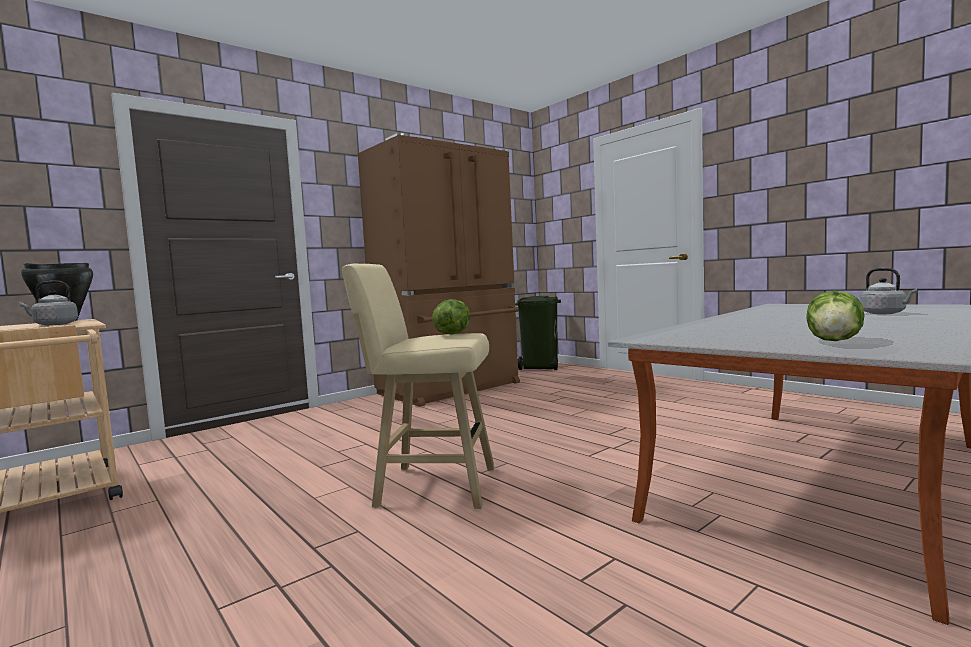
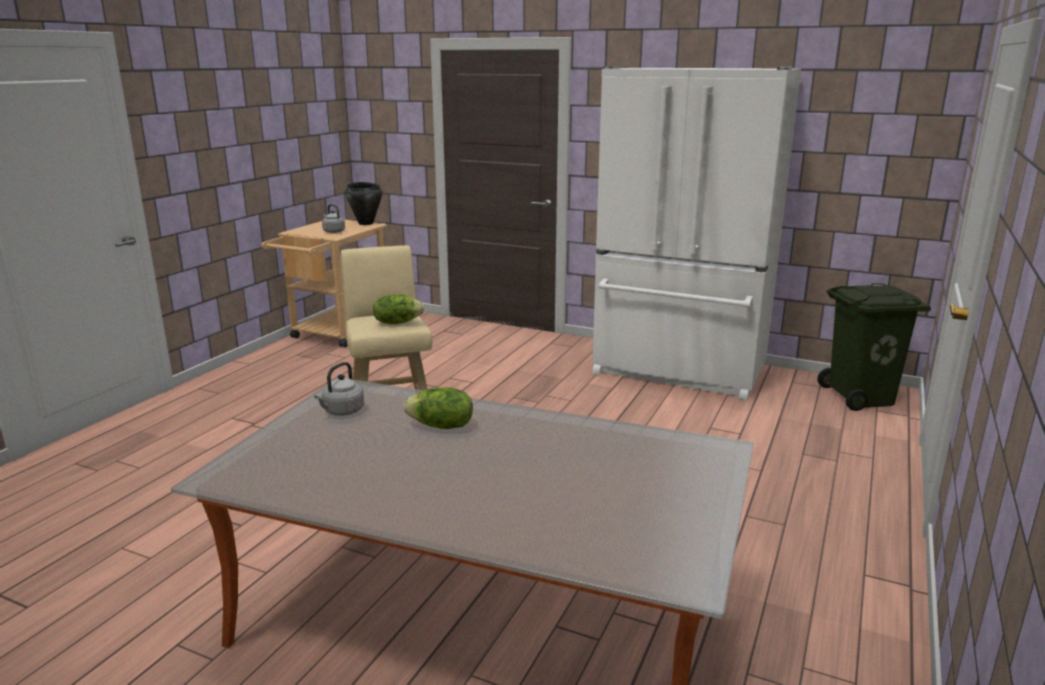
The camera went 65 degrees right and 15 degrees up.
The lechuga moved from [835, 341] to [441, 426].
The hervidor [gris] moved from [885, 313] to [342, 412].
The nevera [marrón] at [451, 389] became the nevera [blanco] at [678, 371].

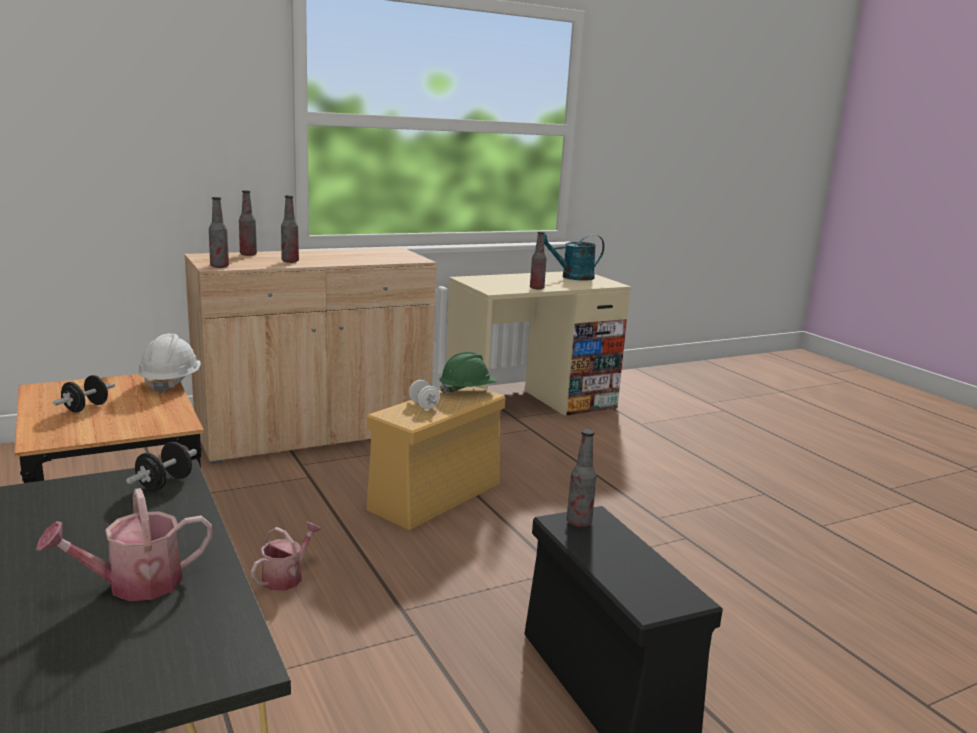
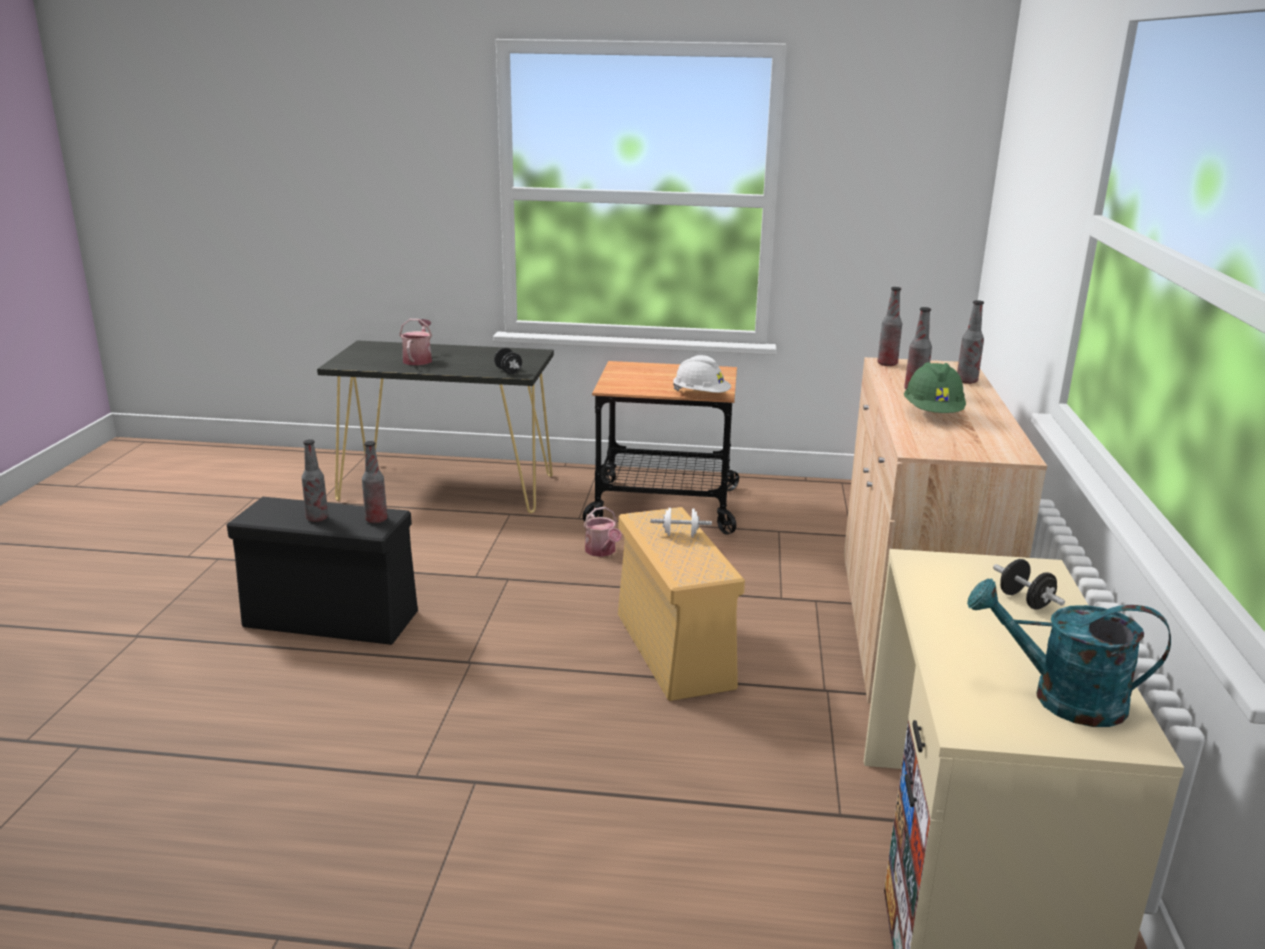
The camera went 125 degrees right and 5 degrees up.
The mancuerna [negro] moved from [86, 408] to [1025, 601].
The casco [verde] moved from [466, 390] to [933, 414].
The botella moved from [537, 288] to [317, 518].
The regadera [turquesa] at [571, 277] turned 90 degrees counterclockwise.

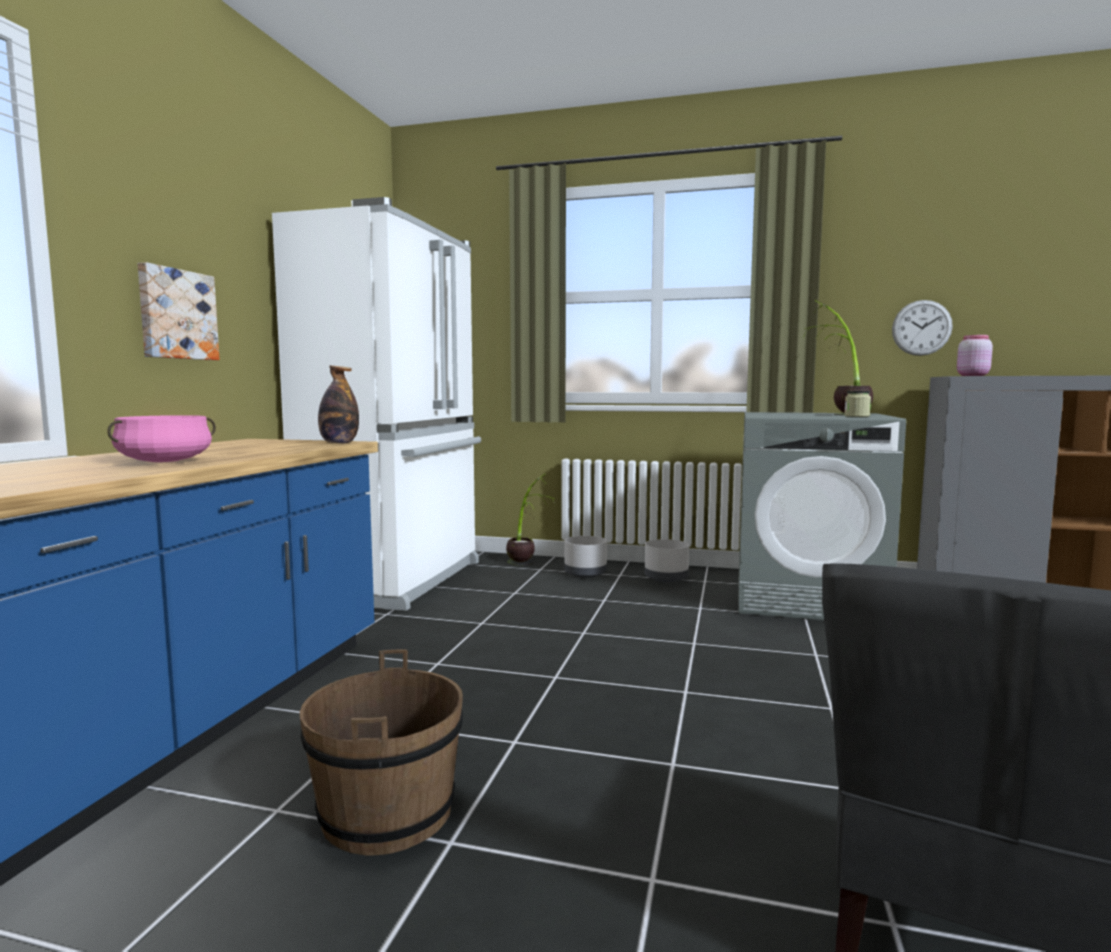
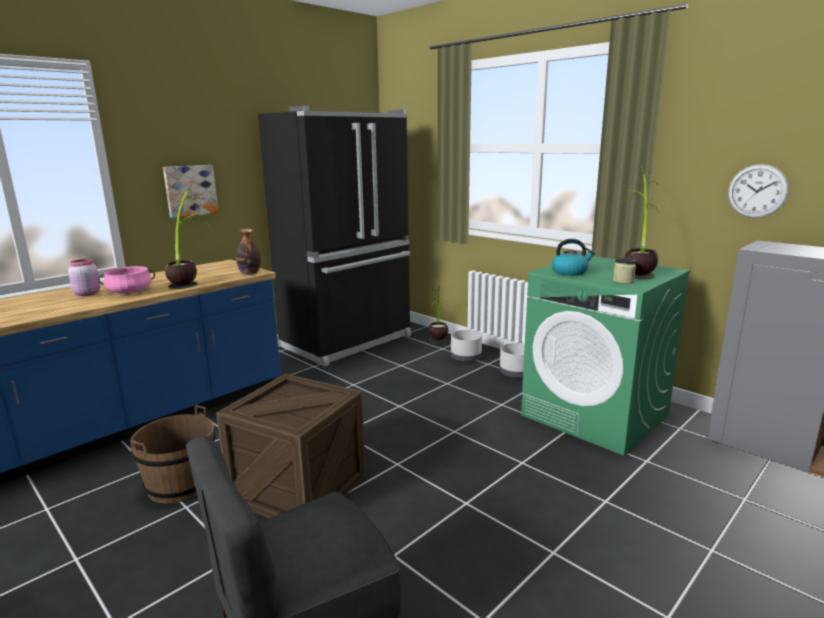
The camera went 30 degrees right and 10 degrees up.
The planta en maceta at [191, 281] appeared.
The caja de embalaje at [299, 488] appeared.
The hervidor at [570, 272] appeared.
The tarro [rosa] moved from [971, 375] to [87, 293].
The nevera [blanco] at [398, 580] became the nevera [negro] at [349, 342].
The lavadora [gris] at [808, 599] became the lavadora [verde] at [595, 415].

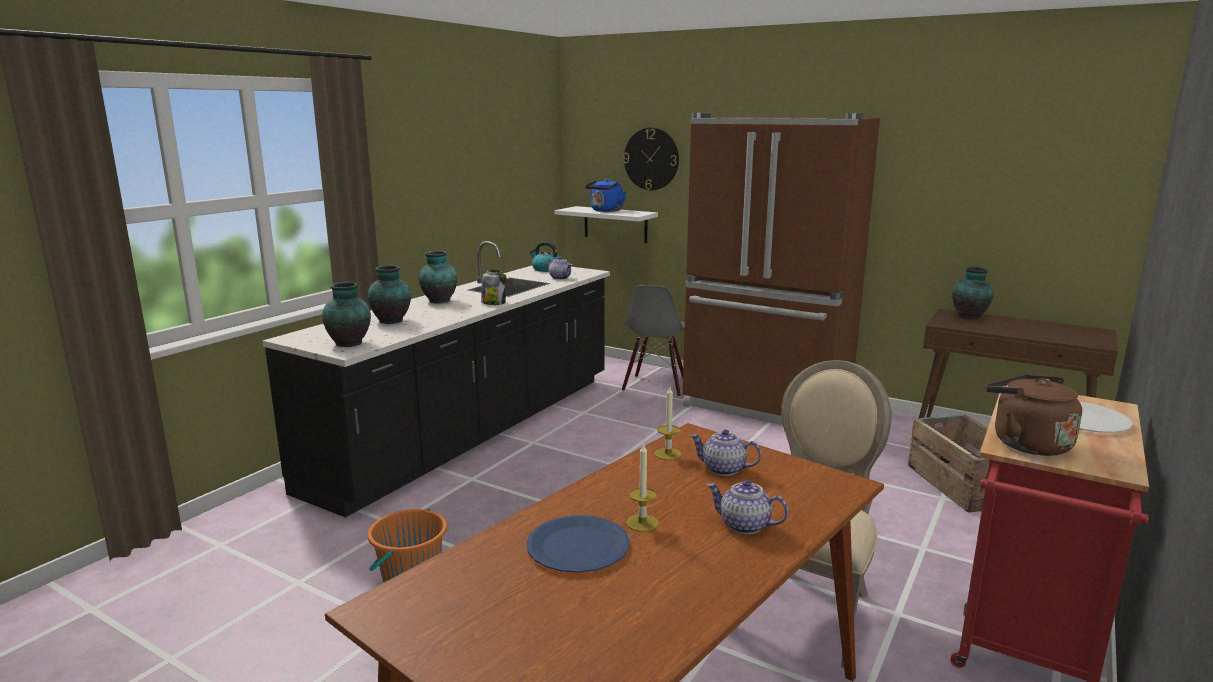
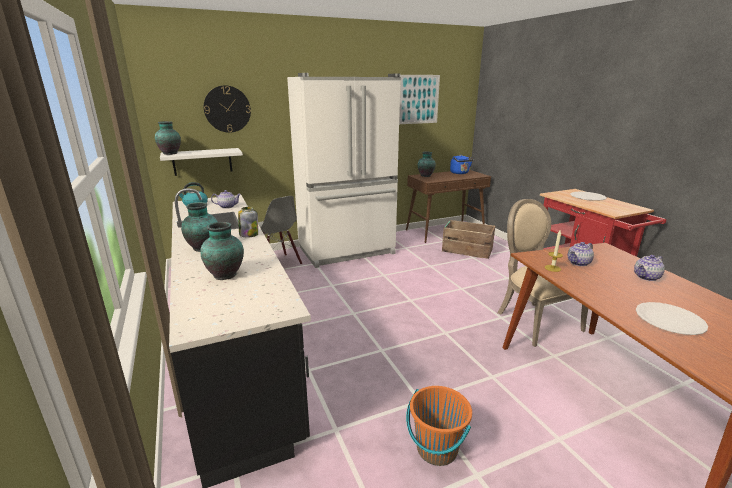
The camera went 55 degrees left and 5 degrees up.
The vela at [642, 523] disappeared.
The hervidor [marrón] at [1026, 443] disappeared.
The cuadro at [418, 99] appeared.
The florero moved from [350, 343] to [171, 153].
The hervidor [azul] moved from [605, 211] to [460, 173].
The plato [azul] at [578, 546] became the plato [blanco] at [669, 320].
The nevera [marrón] at [765, 407] became the nevera [blanco] at [347, 251].

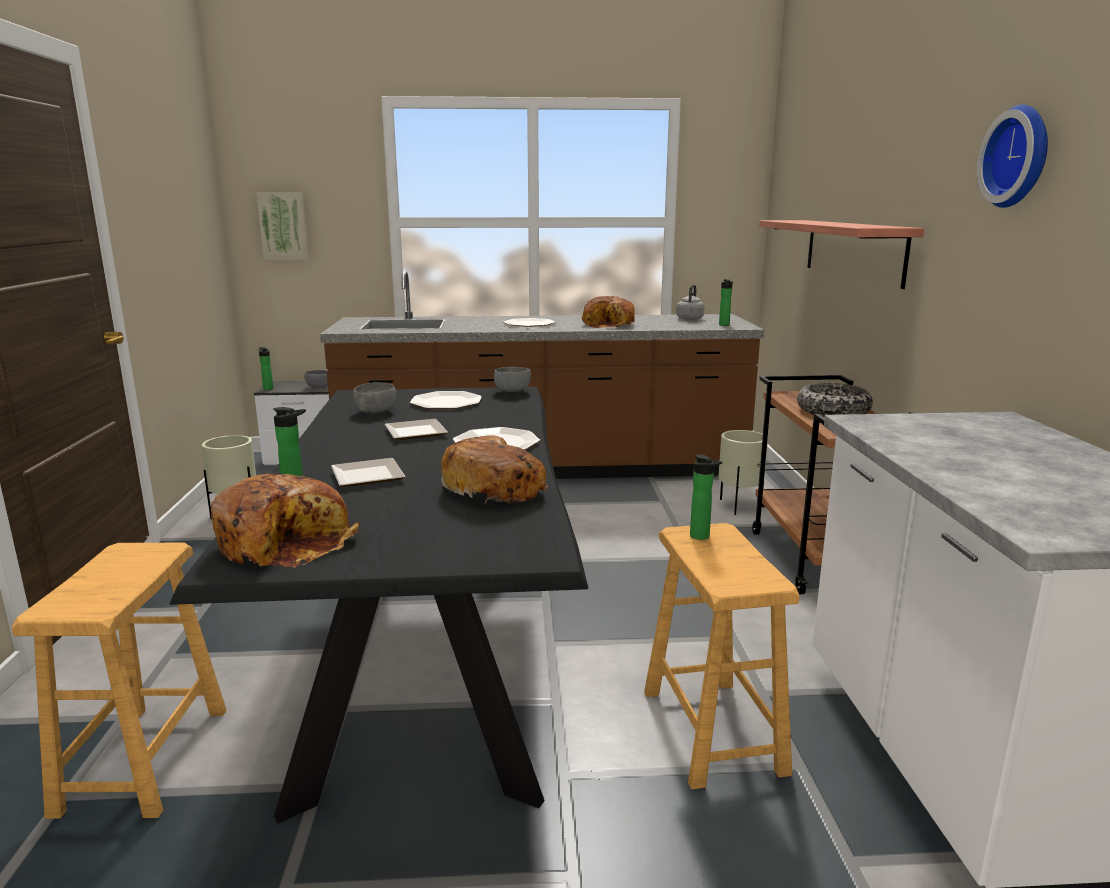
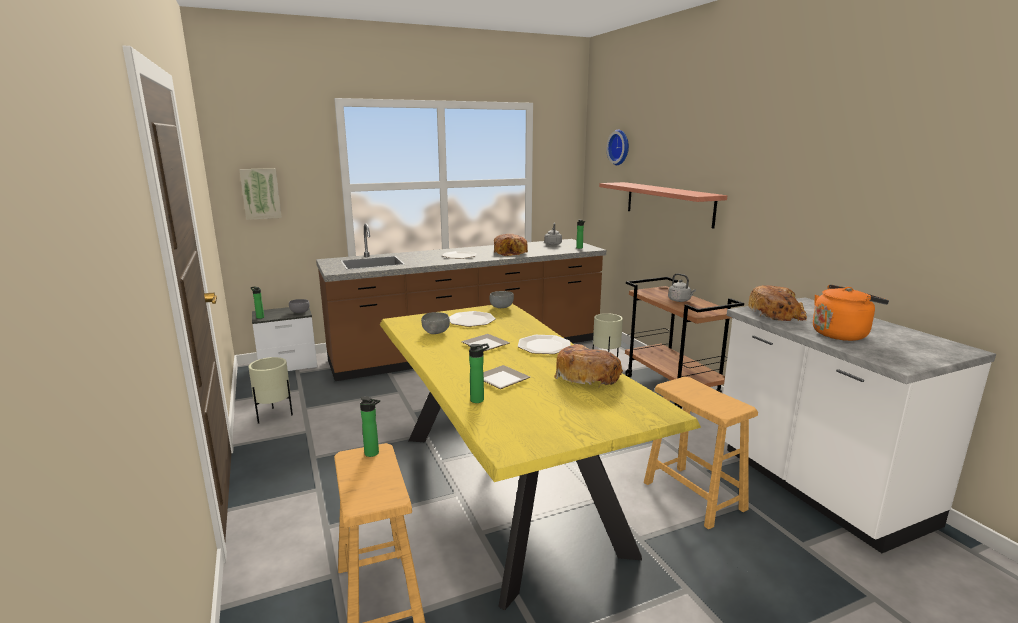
The camera went 20 degrees left and 0 degrees up.
The hervidor [naranja] at [841, 334] appeared.
The pan moved from [286, 541] to [777, 314].
The botella moved from [702, 537] to [373, 454].
The reloj de pared moved from [1020, 157] to [620, 147].
The cuenco at [833, 411] was replaced by the hervidor [gris] at [680, 300].
The mesa de comedor [negro] at [430, 657] became the mesa de comedor [amarillo] at [505, 489].

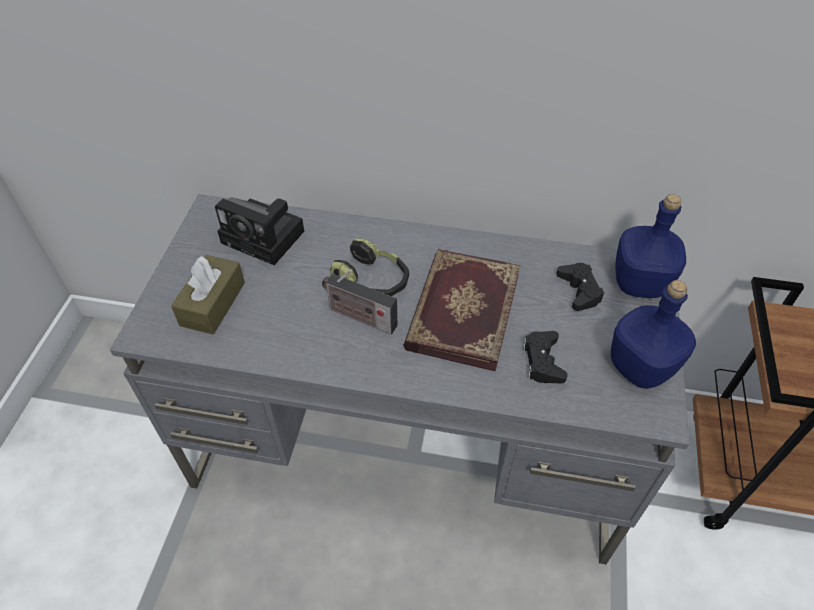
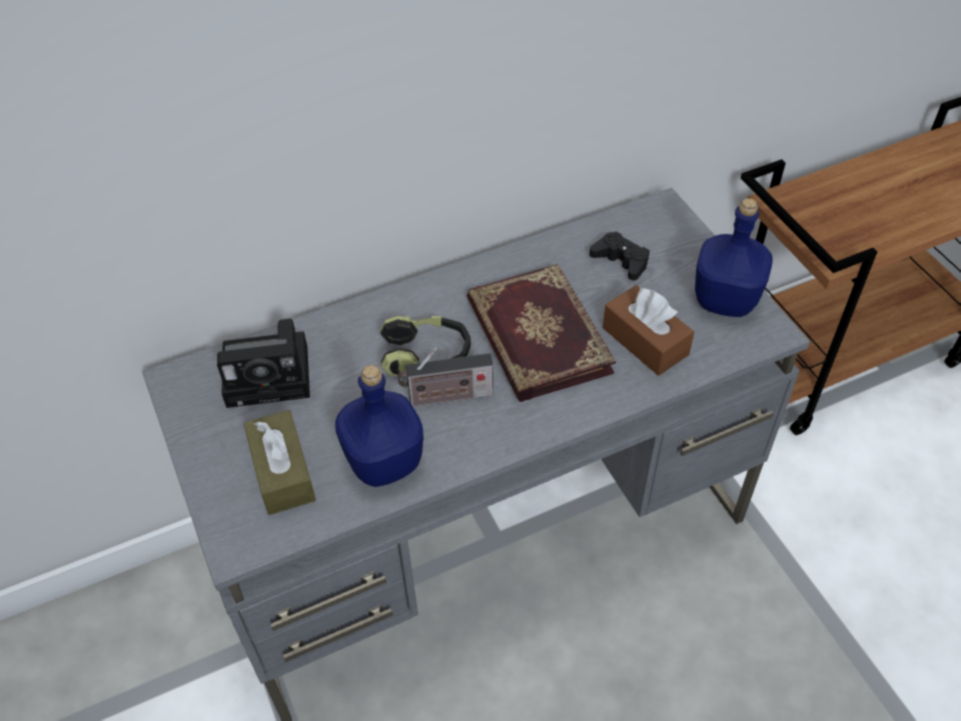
The camera went 35 degrees left and 0 degrees up.
The botella [azul] moved from [639, 284] to [385, 463].
The mando de consola [negro] at [542, 361] was replaced by the caja de pañuelos [marrón] at [645, 341].

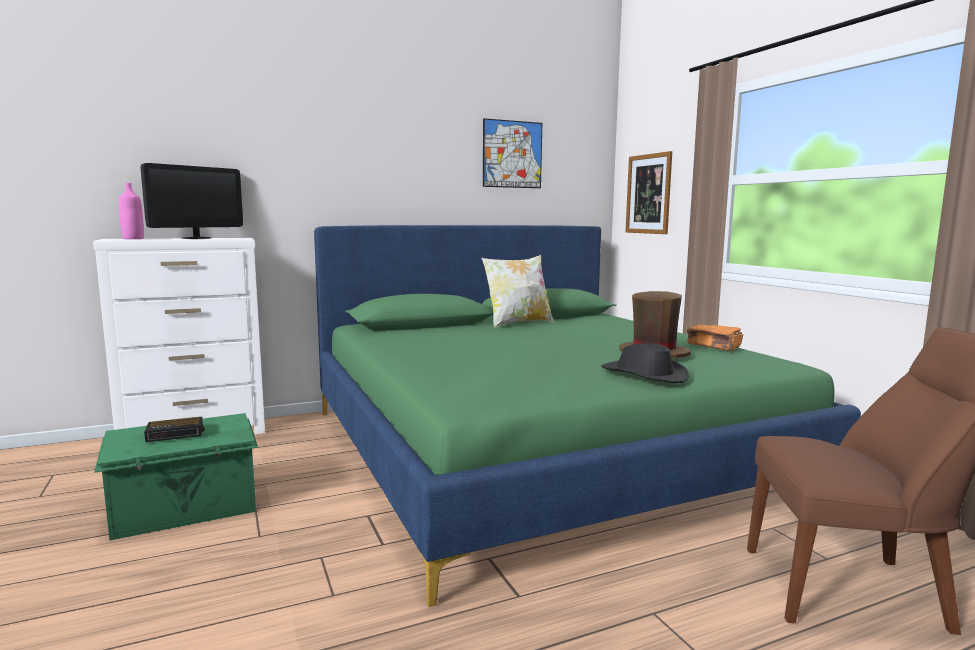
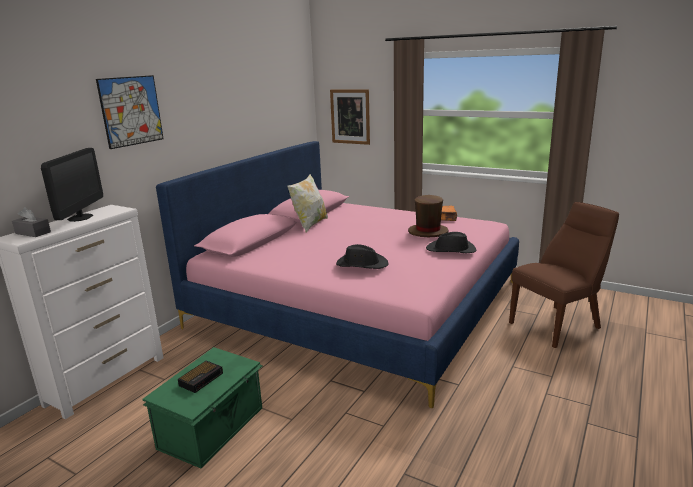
The camera went 35 degrees left and 10 degrees up.
The sombrero [negro] at [361, 264] appeared.
The cuadro moved from [512, 154] to [131, 111].
The botella [rosa] at [133, 239] was replaced by the caja de pañuelos [gris] at [33, 233].
The cama [verde] at [540, 449] became the cama [rosa] at [357, 304].

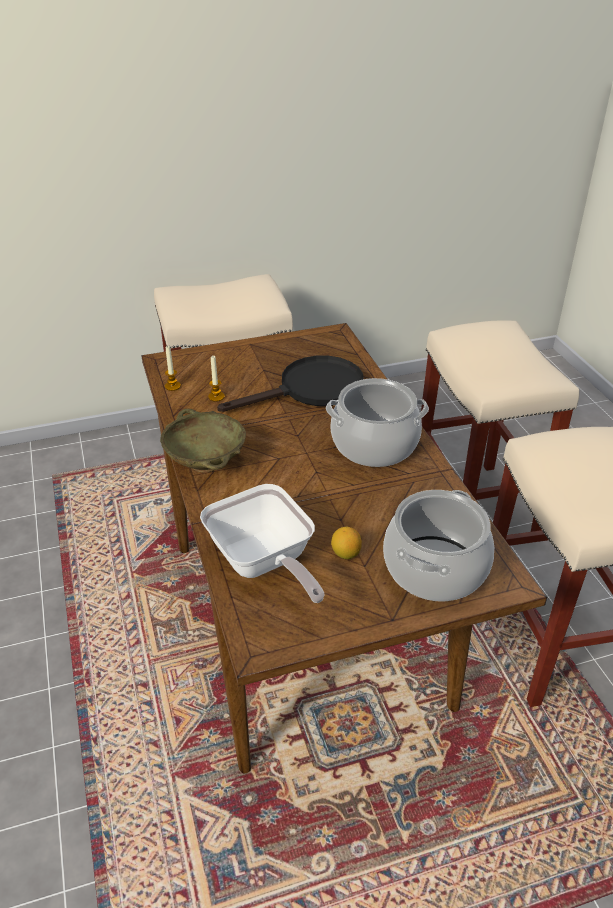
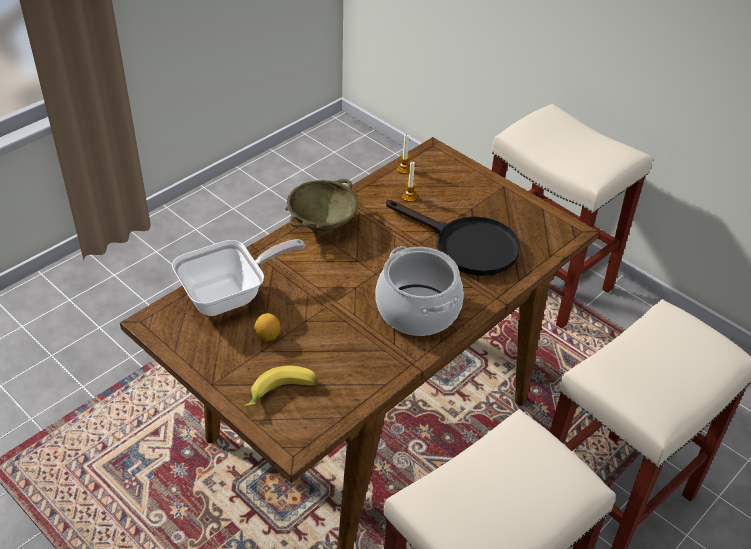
The camera went 60 degrees right and 5 degrees up.
The olla at [436, 569] was replaced by the plátano at [282, 394].
The sartén at [264, 564] turned 150 degrees counterclockwise.

